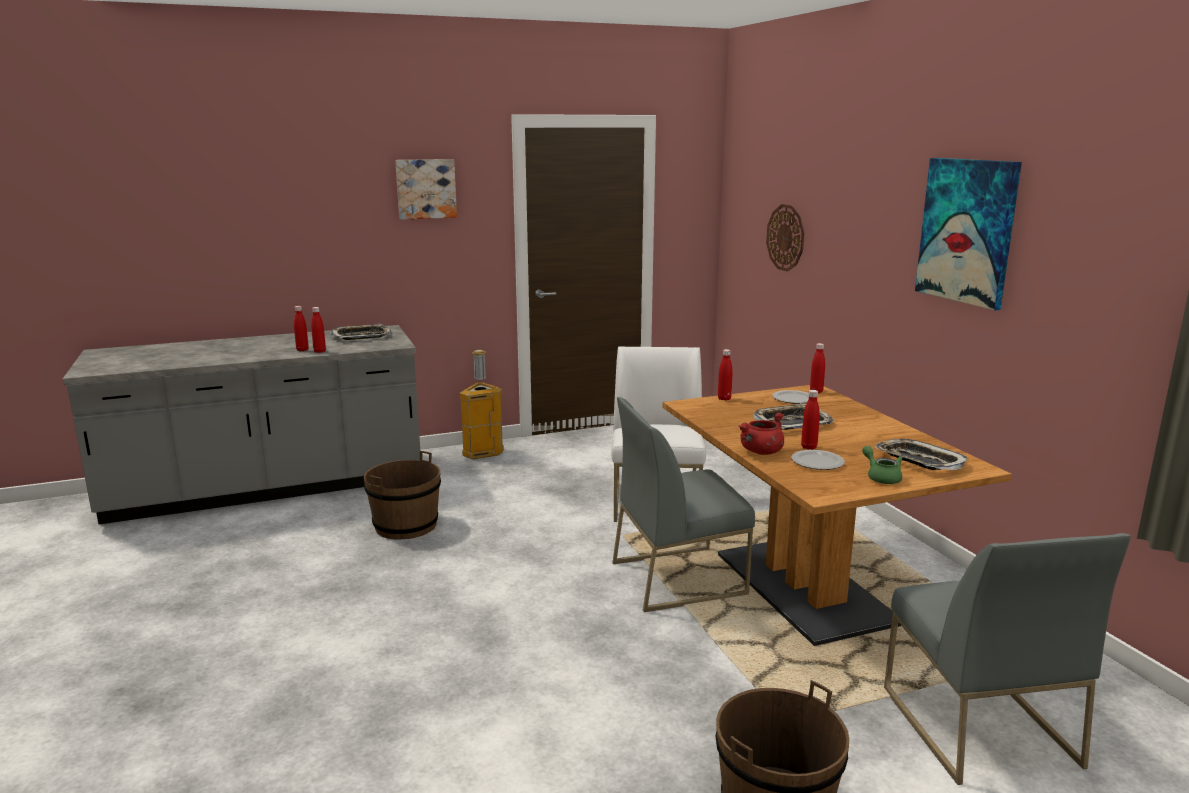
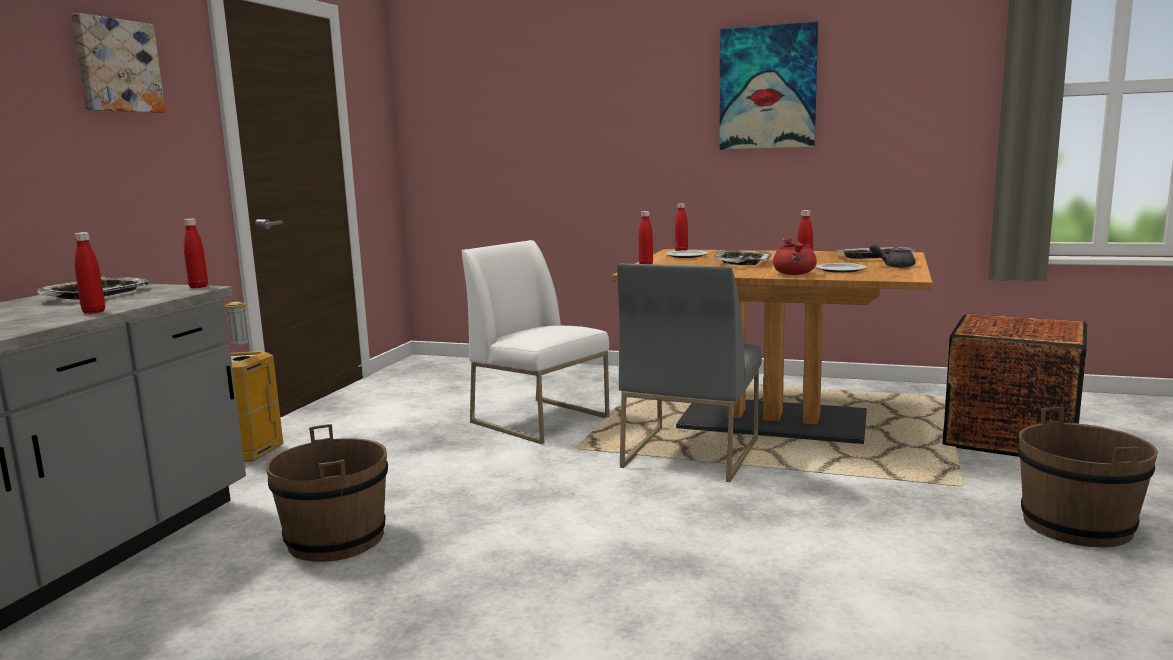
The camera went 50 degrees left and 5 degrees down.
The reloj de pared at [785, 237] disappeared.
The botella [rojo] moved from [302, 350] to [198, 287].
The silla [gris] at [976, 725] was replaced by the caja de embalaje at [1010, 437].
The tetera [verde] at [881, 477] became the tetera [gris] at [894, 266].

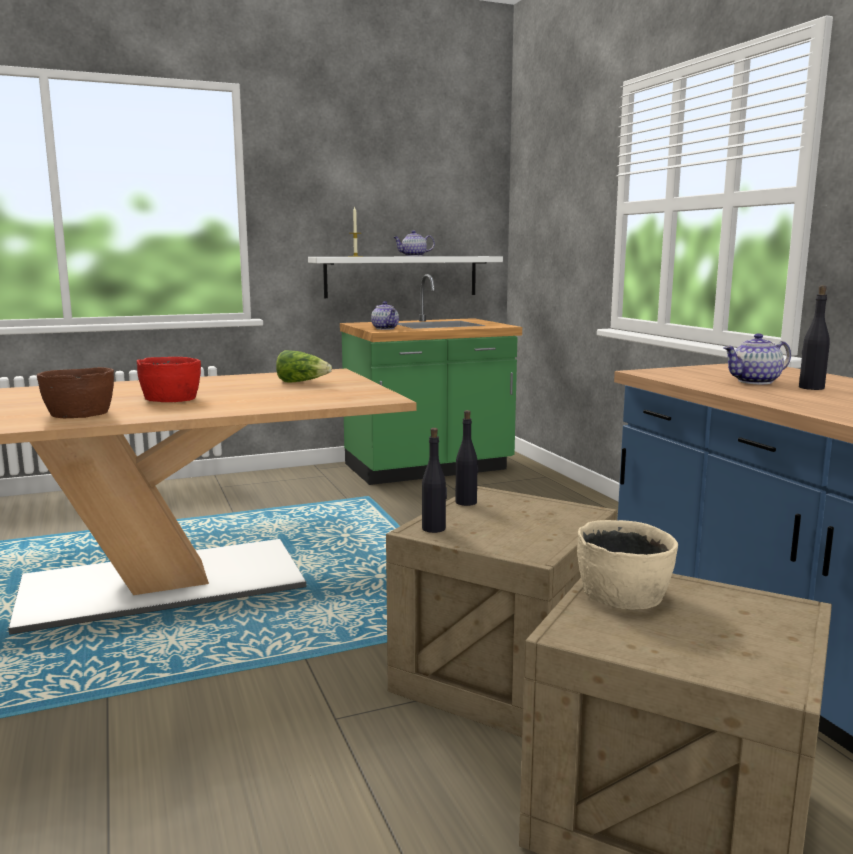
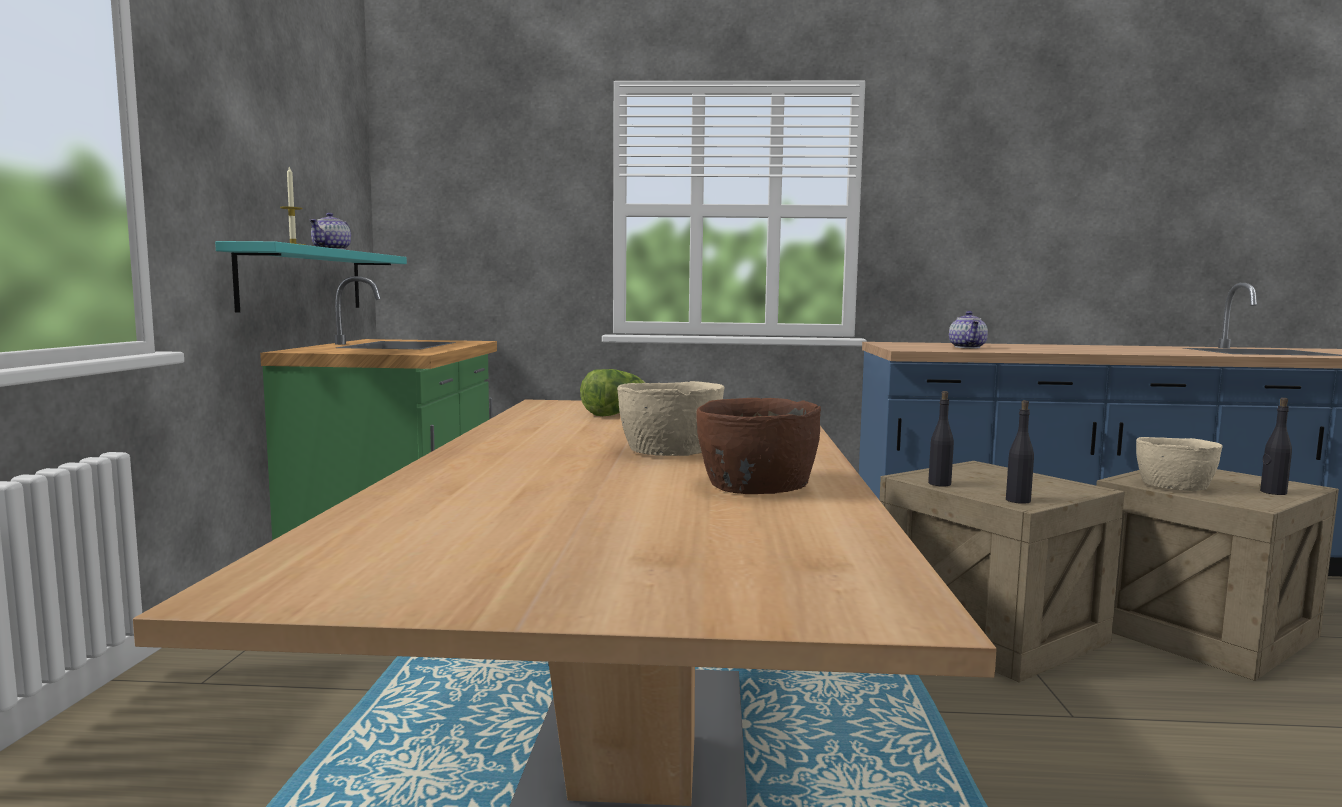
The camera went 65 degrees left and 5 degrees down.
The tetera at [386, 328] disappeared.
The botella [negro] moved from [811, 388] to [1273, 492].
The cuenco [rojo] at [172, 399] became the cuenco [beis] at [669, 450].
The estante [blanco] at [402, 276] became the estante [turquesa] at [303, 280].

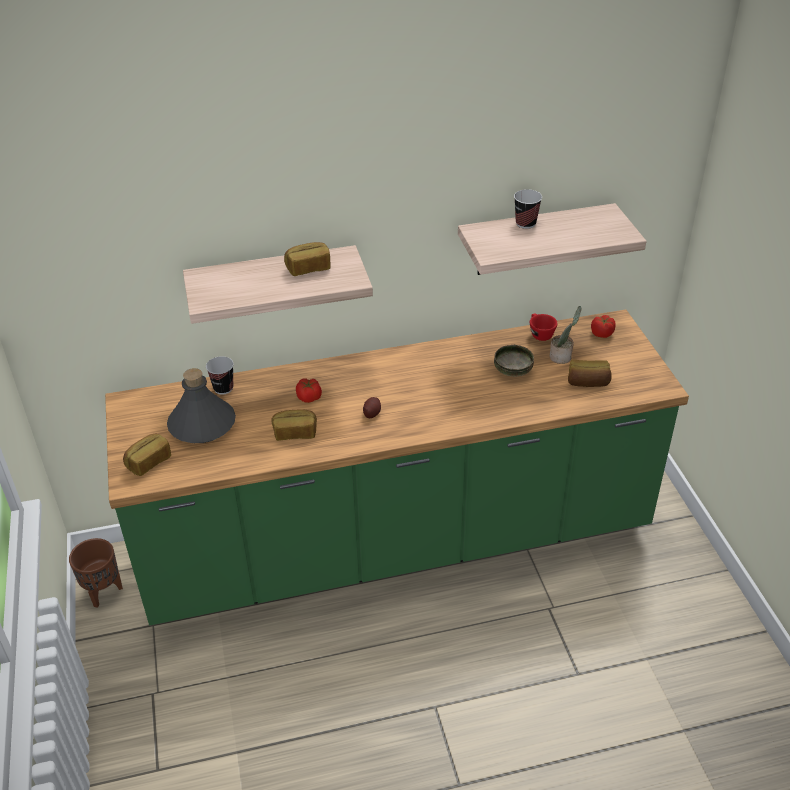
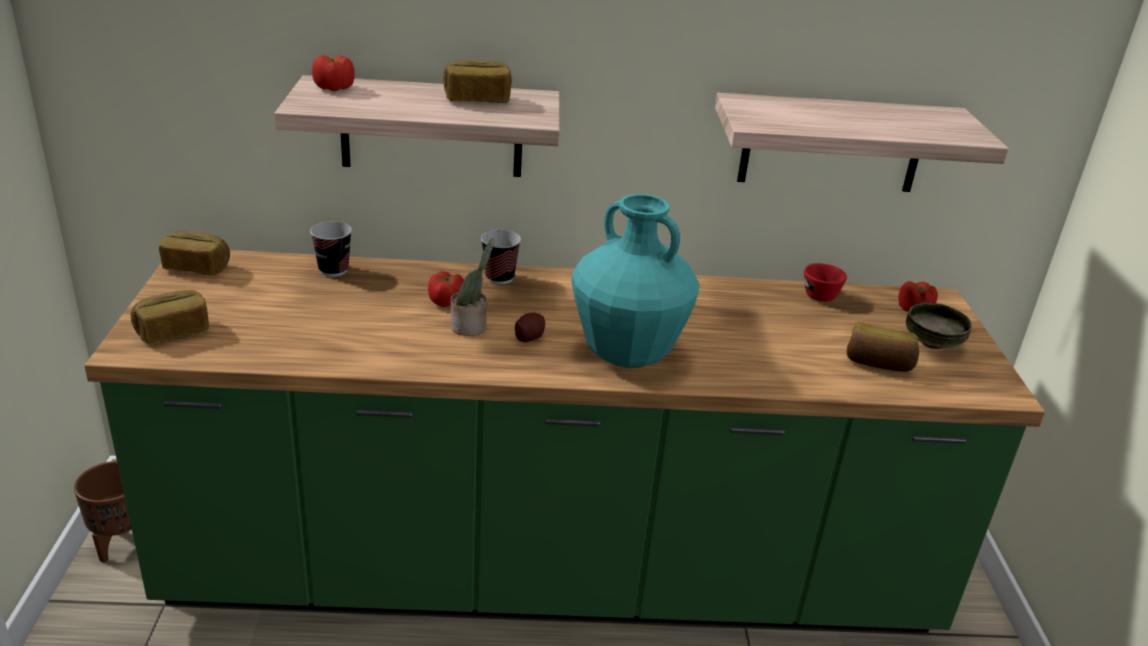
The camera went 10 degrees right and 10 degrees down.
The botella [gris] at [202, 425] disappeared.
The tomate at [334, 88] appeared.
The florero [turquesa] at [626, 355] appeared.
The pan moved from [295, 432] to [197, 267].
The cuenco moved from [512, 371] to [932, 343].
The taza moved from [525, 223] to [499, 277].
The planta en maceta moved from [562, 357] to [471, 327].

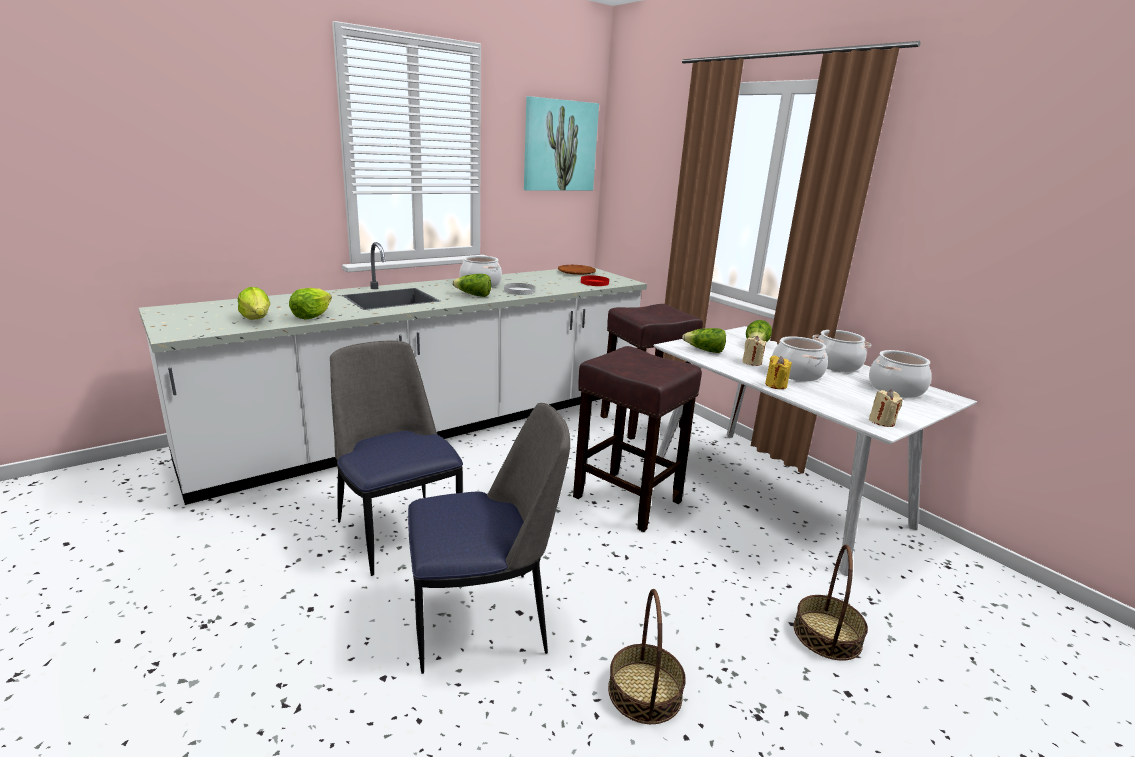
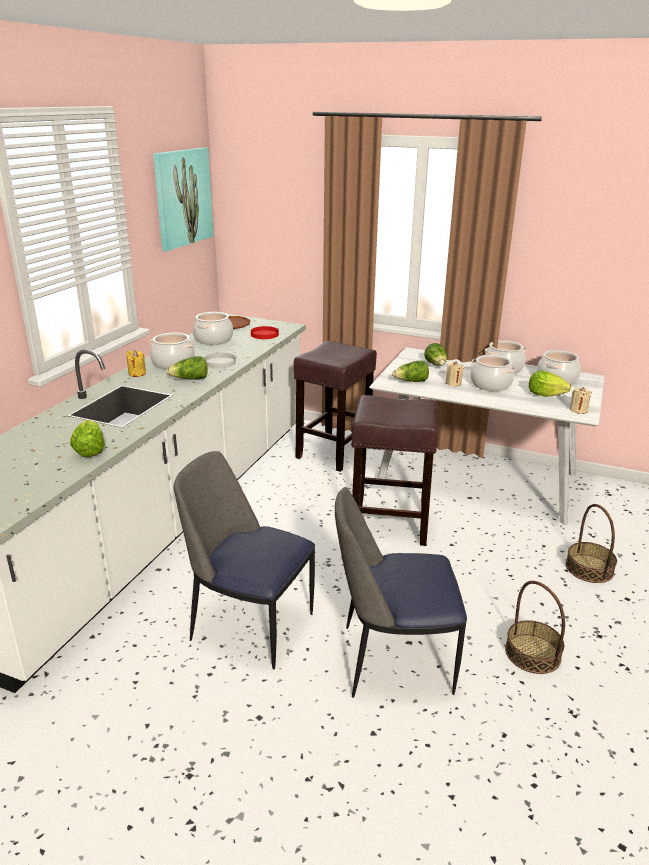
The camera went 30 degrees left and 5 degrees up.
The olla at [213, 340] appeared.
The lechuga moved from [257, 319] to [545, 395].
The vela [amarillo] moved from [776, 385] to [137, 373].
The silla at [483, 620] turned 135 degrees counterclockwise.

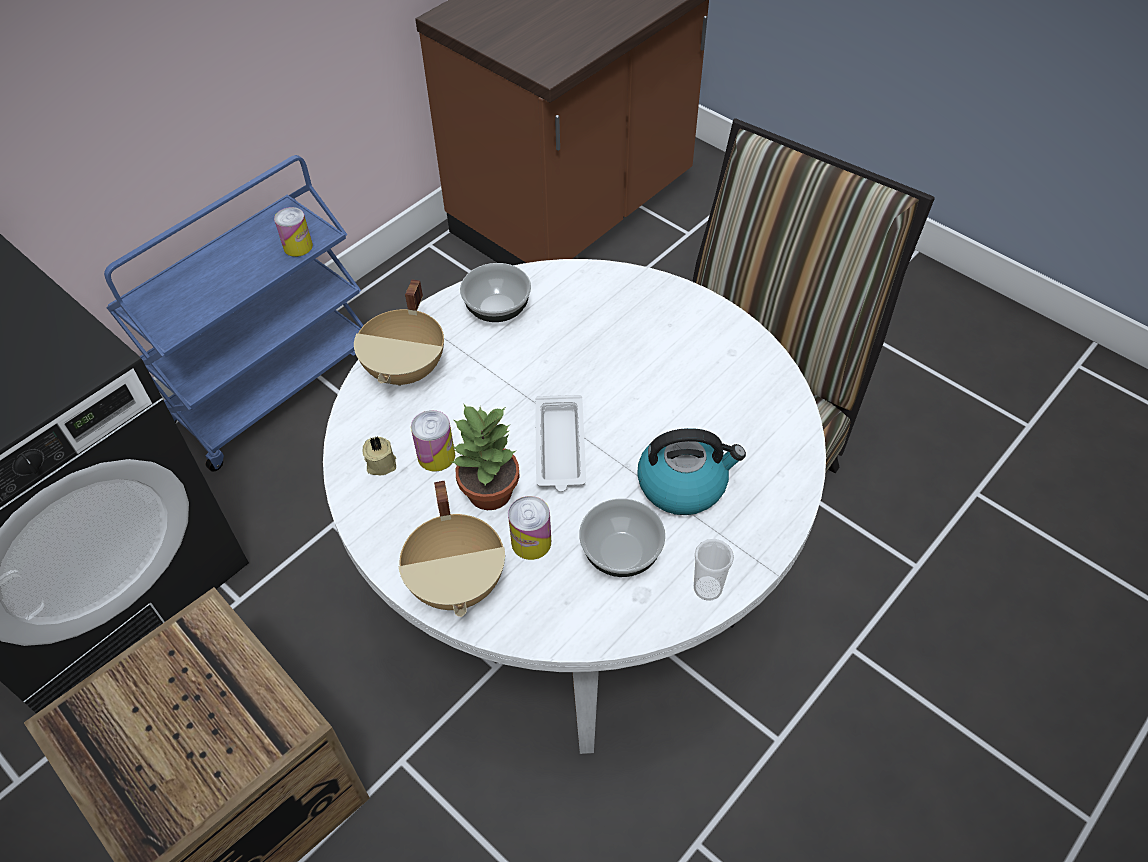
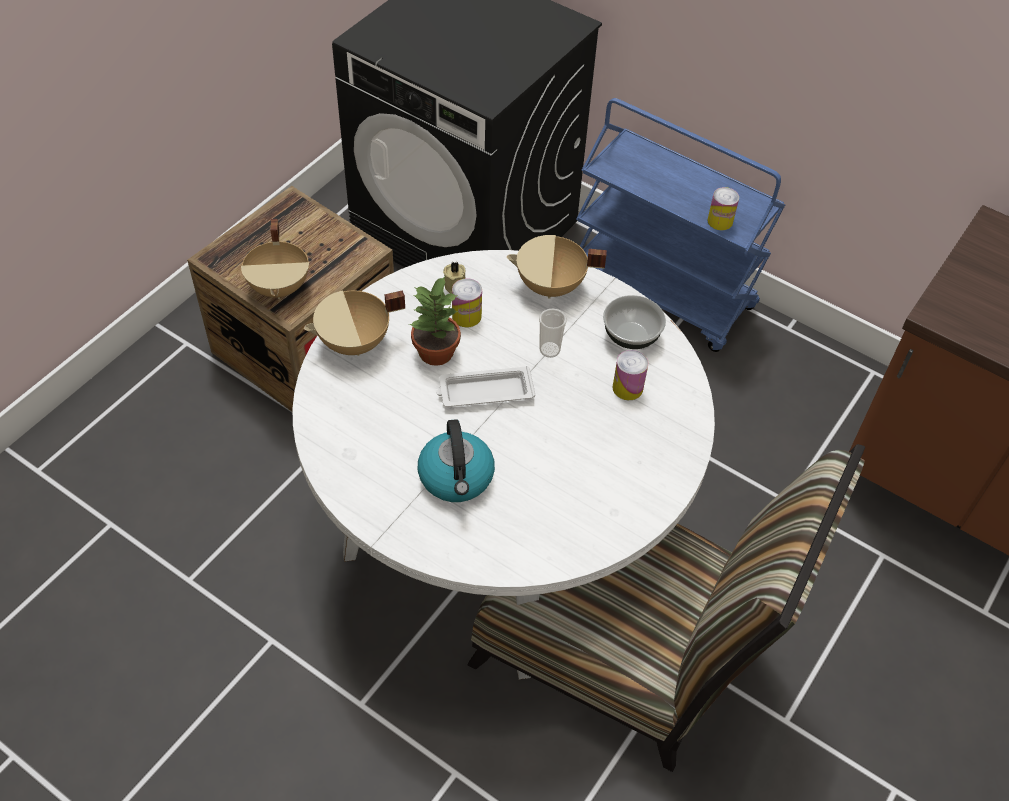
The camera went 80 degrees right and 0 degrees up.
The cuenco at [622, 552] disappeared.
The olla [beis] at [280, 287] appeared.
The lata moved from [531, 542] to [627, 388].
The taza moved from [707, 588] to [549, 350].

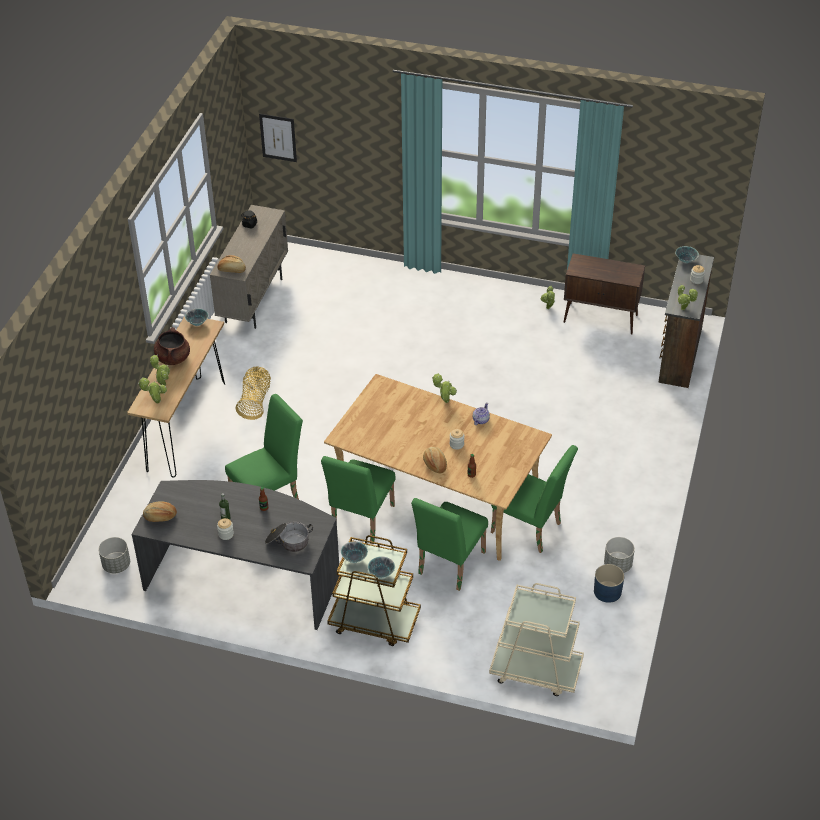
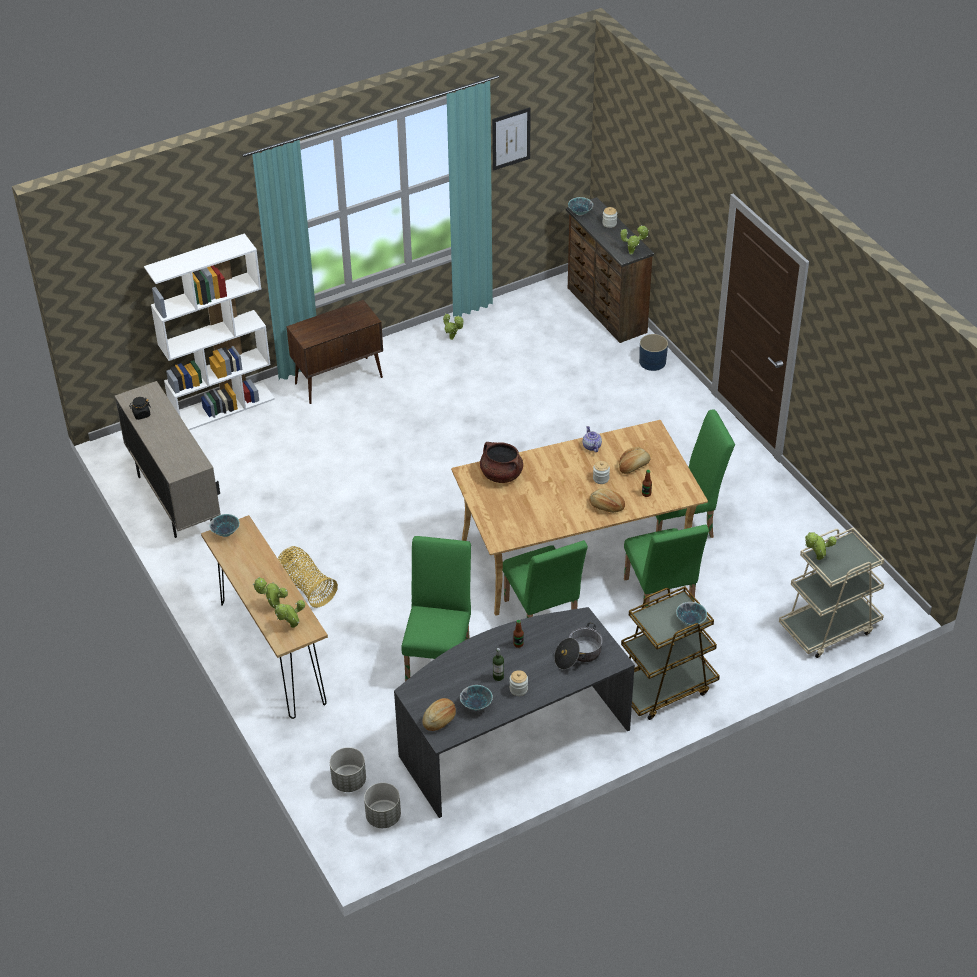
The camera went 45 degrees left and 0 degrees up.
The estantería [blanco] at [223, 407] appeared.
The olla [marrón] moved from [173, 358] to [501, 475].
The pan moved from [232, 270] to [633, 466].
The cuadro moved from [278, 137] to [511, 138].
The cuenco moved from [354, 559] to [476, 706].
The planta en maceta moved from [444, 401] to [817, 559].
The armario [marrón] moved from [601, 319] to [339, 380].
The maceta [azul] moved from [607, 591] to [652, 362].
The maceta [gris] moved from [617, 565] to [348, 781].

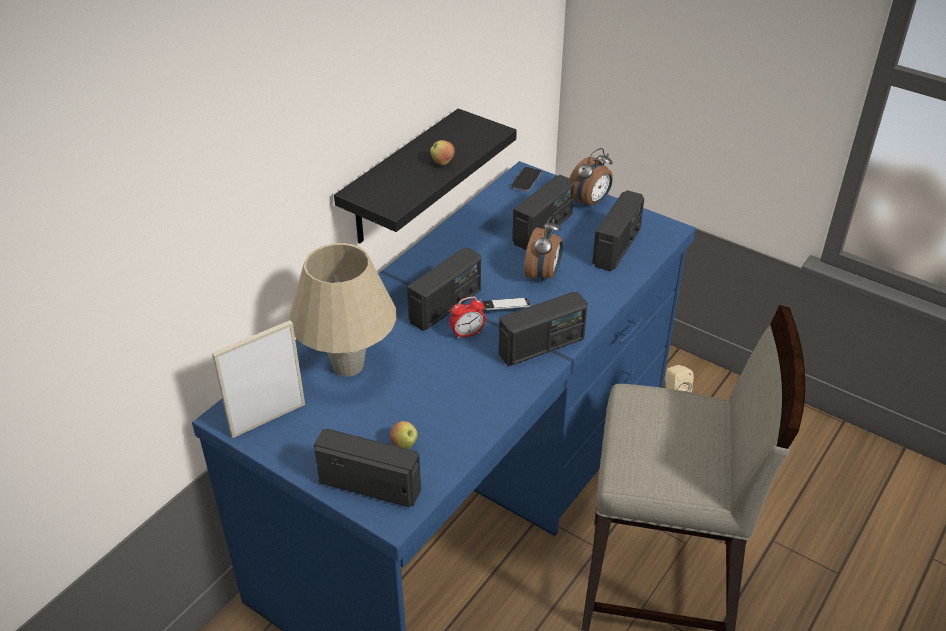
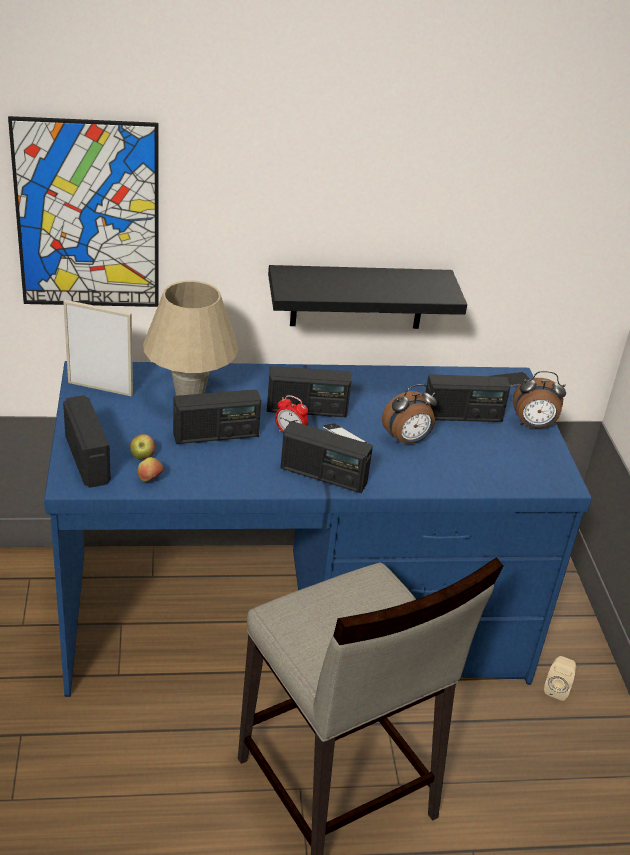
The camera went 45 degrees right and 5 degrees down.
The cuadro at [88, 216] appeared.
The manzana moved from [442, 163] to [150, 480].
The radio moved from [617, 247] to [216, 435].

